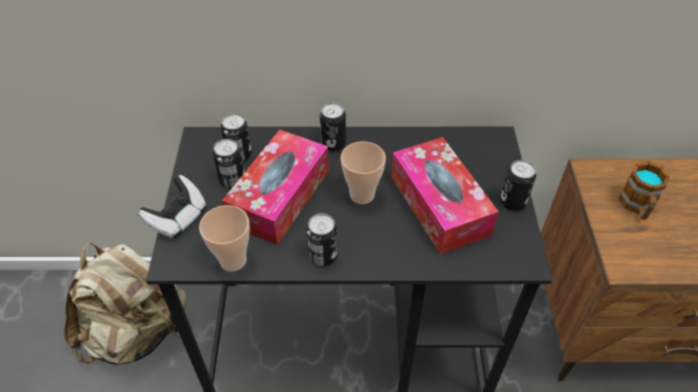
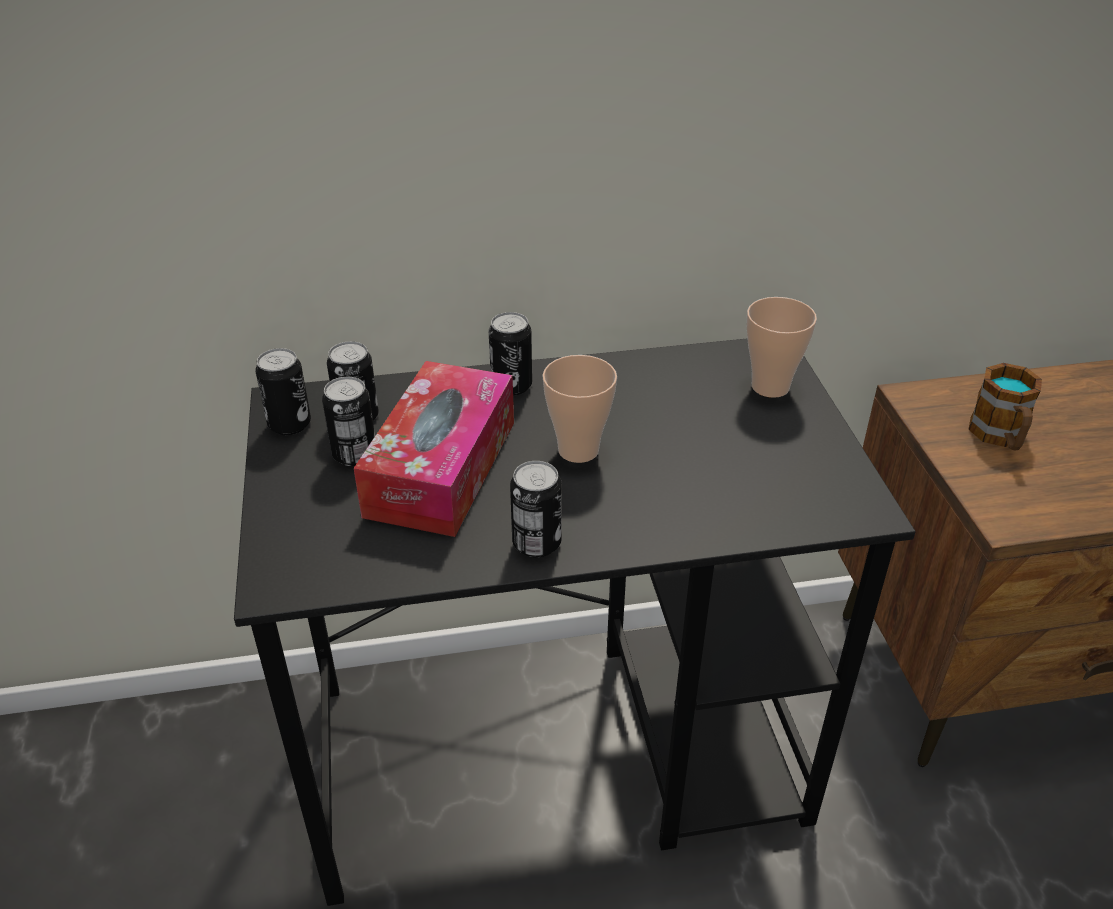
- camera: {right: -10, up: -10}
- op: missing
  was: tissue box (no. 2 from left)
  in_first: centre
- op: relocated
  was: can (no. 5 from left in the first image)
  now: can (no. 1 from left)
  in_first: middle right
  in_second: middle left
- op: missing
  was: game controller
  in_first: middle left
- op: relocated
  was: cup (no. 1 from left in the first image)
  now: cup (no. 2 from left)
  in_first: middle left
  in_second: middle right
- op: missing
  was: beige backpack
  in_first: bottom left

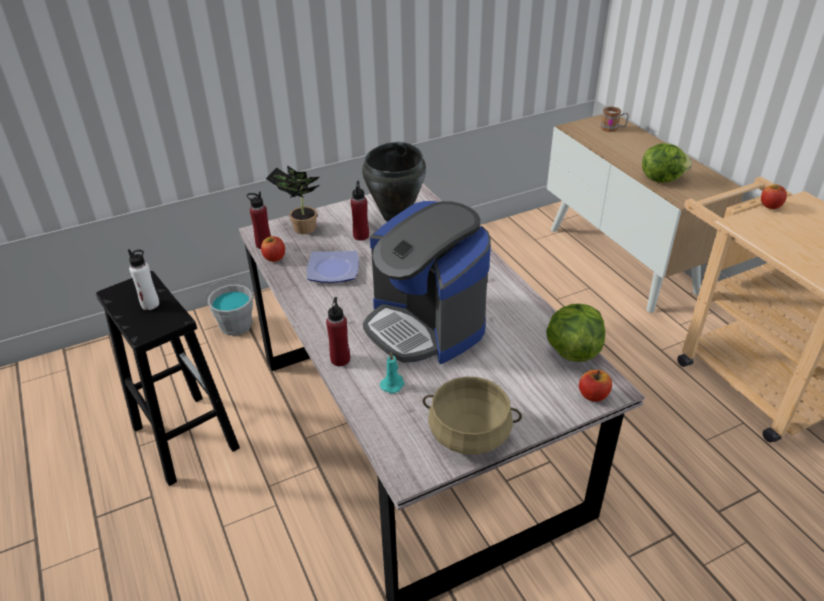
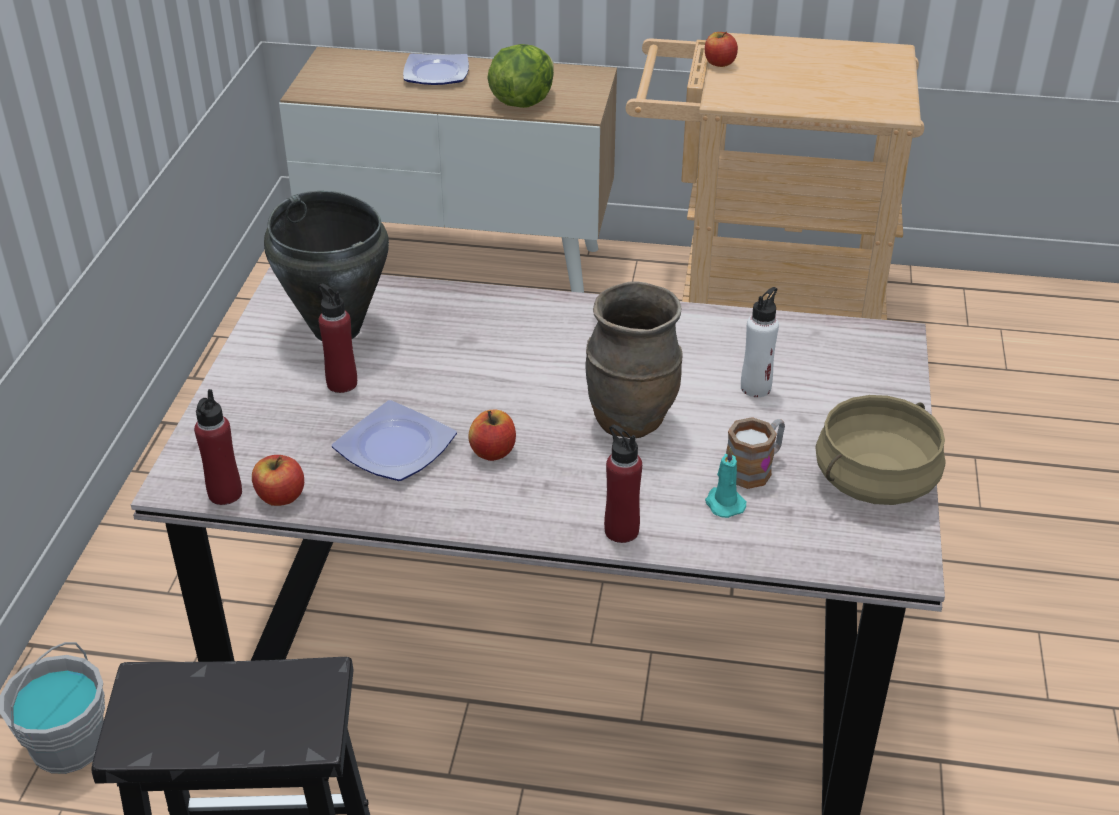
- camera: {right: -55, up: 0}
- op: relocated
  was: mug
  in_first: top right
  in_second: middle right
- op: missing
  was: potted plant
  in_first: top centre
- op: exchanged
  was: coffee machine
  now: brown vase
  in_first: centre
  in_second: centre
- op: relocated
  was: white bottle
  in_first: middle left
  in_second: middle right
- op: missing
  was: lettuce (no. 1 from left)
  in_first: middle right
- op: relocated
  was: apple (no. 2 from left)
  in_first: middle right
  in_second: centre
- op: appeared
  now: plate (no. 2 from left)
  in_second: top centre

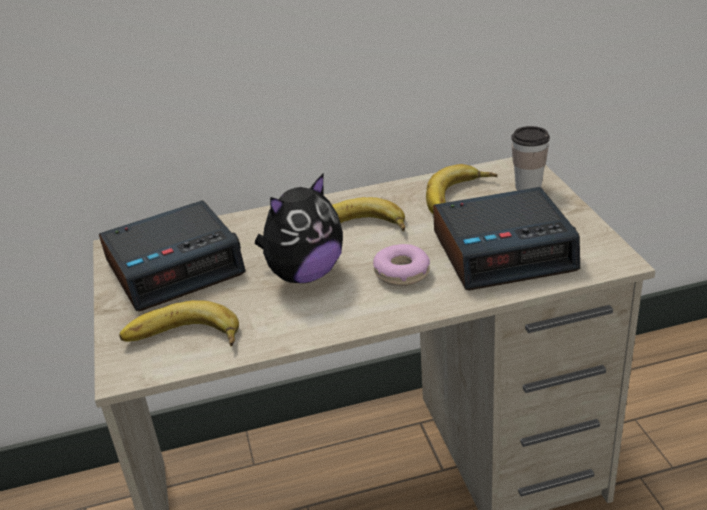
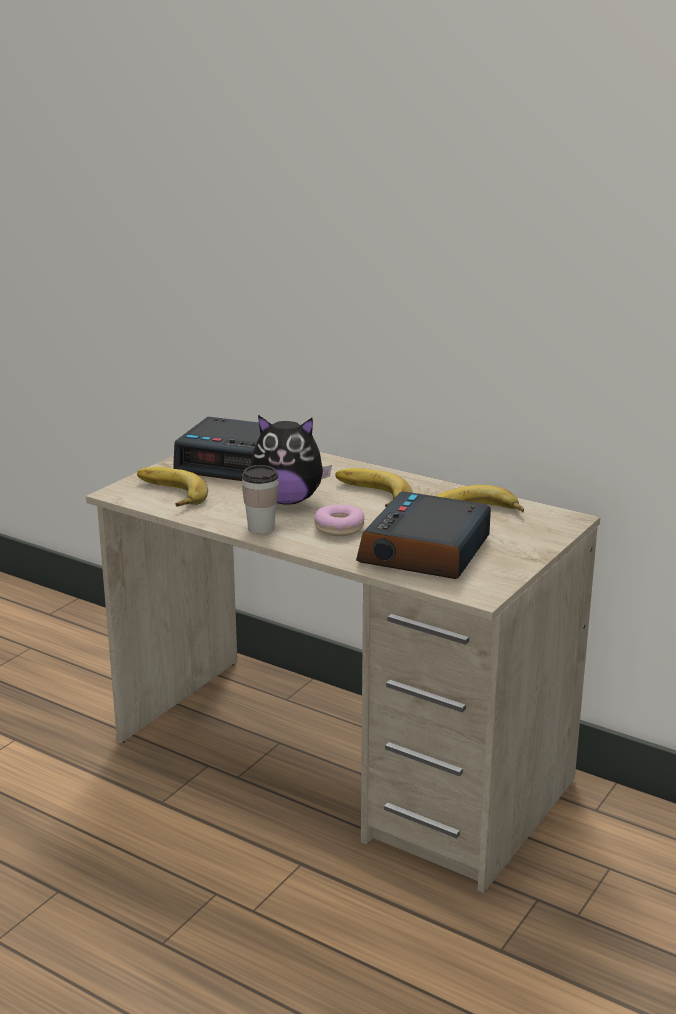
- camera: {right: 45, up: -10}
- op: relocated
  was: cup
  in_first: top right
  in_second: centre
- op: spun
  was: alarm clock (no. 2 from left)
  in_first: middle right
  in_second: centre
  clockwise: 75

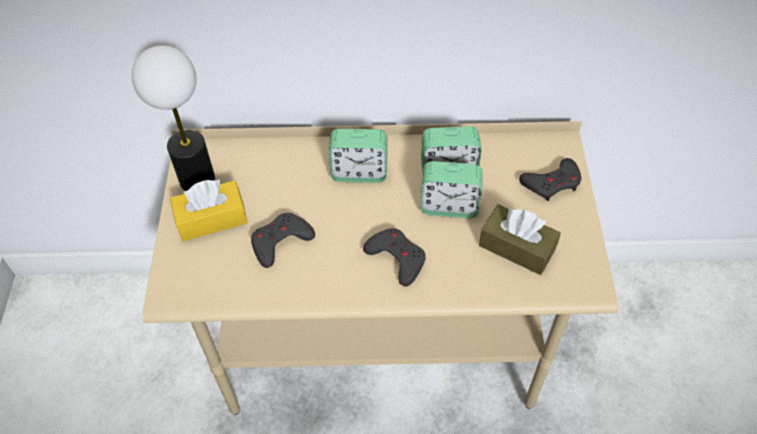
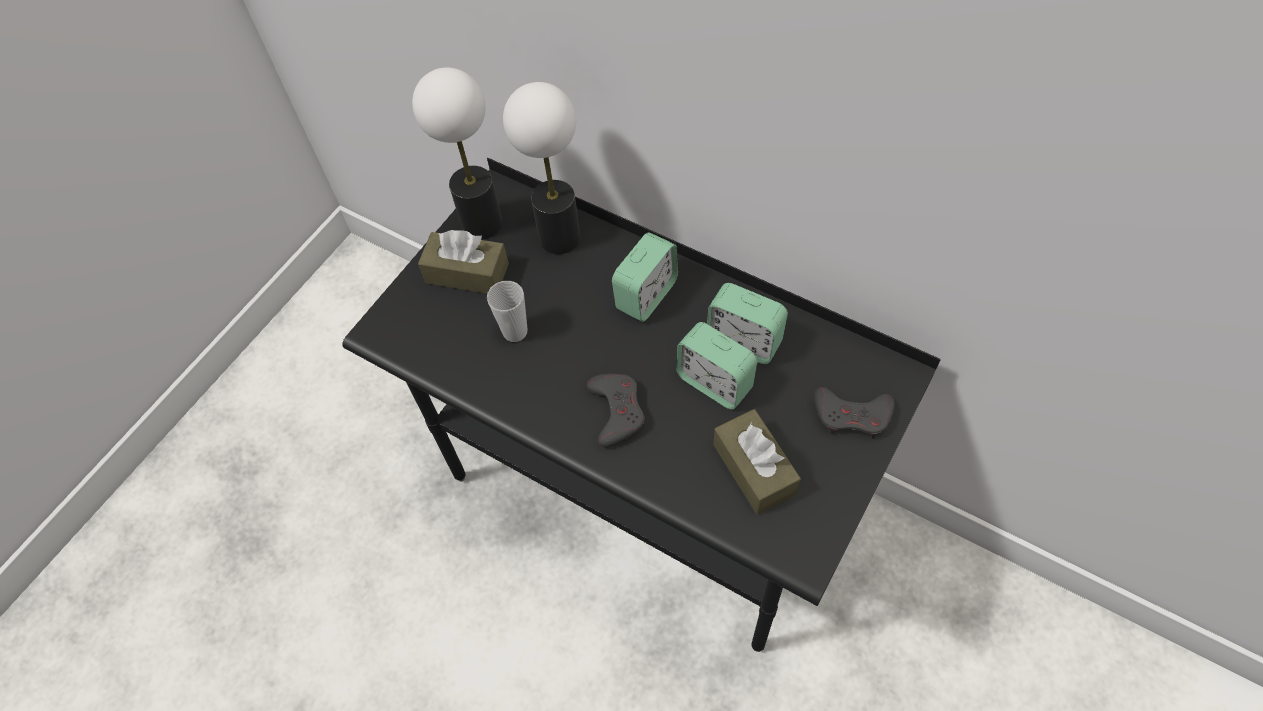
- camera: {right: 35, up: 5}
- op: colour
  was: beige desk
  now: black desk
  in_first: centre
  in_second: centre
- op: spun
  was: alarm clock (no. 1 from left)
  in_first: centre
  in_second: centre
  clockwise: -90
- op: colour
  was: yellow tissue box
  now: brown tissue box (no. 1 from left)
  in_first: middle left
  in_second: centre
- op: exchanged
  was: grey game controller (no. 1 from left)
  now: cup
  in_first: centre
  in_second: centre
- op: appeared
  now: table lamp (no. 2 from left)
  in_second: top centre

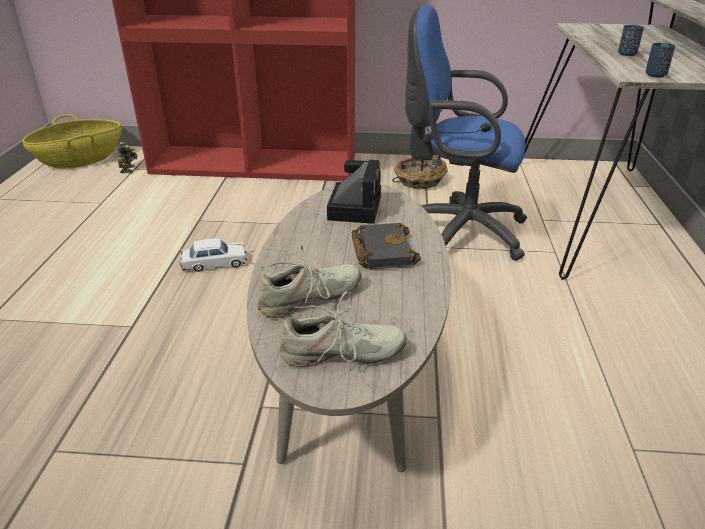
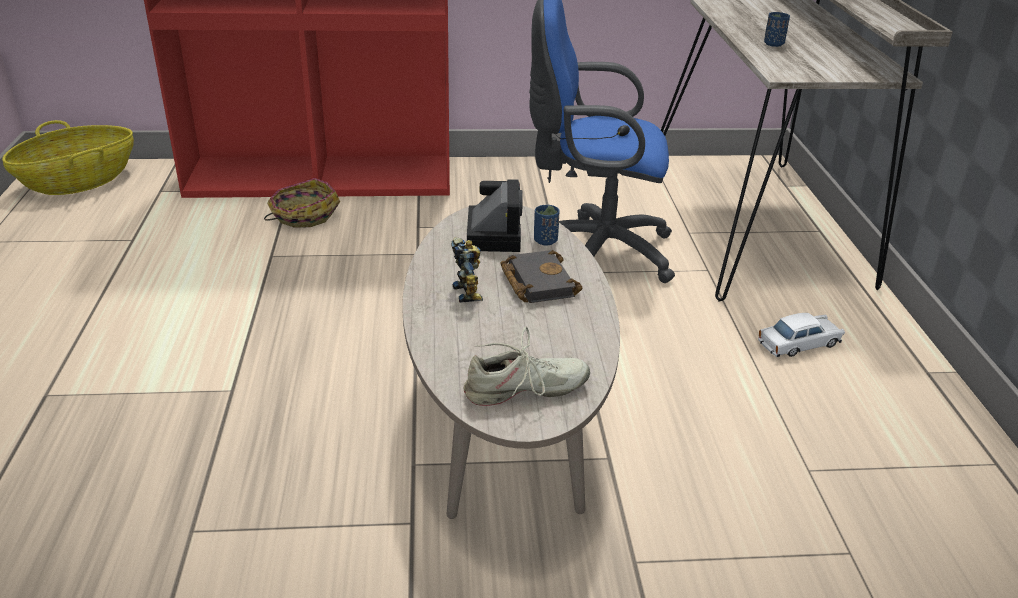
- camera: {right: -10, up: 0}
- op: relocated
  was: blue cup (no. 2 from left in the first image)
  now: blue cup (no. 1 from left)
  in_first: top right
  in_second: centre
- op: relocated
  was: toy robot
  in_first: top left
  in_second: centre
- op: relocated
  was: basket (no. 2 from left)
  in_first: top centre
  in_second: middle left
- op: relocated
  was: white toy car
  in_first: middle left
  in_second: middle right
- op: missing
  was: beige shoe (no. 1 from left)
  in_first: centre

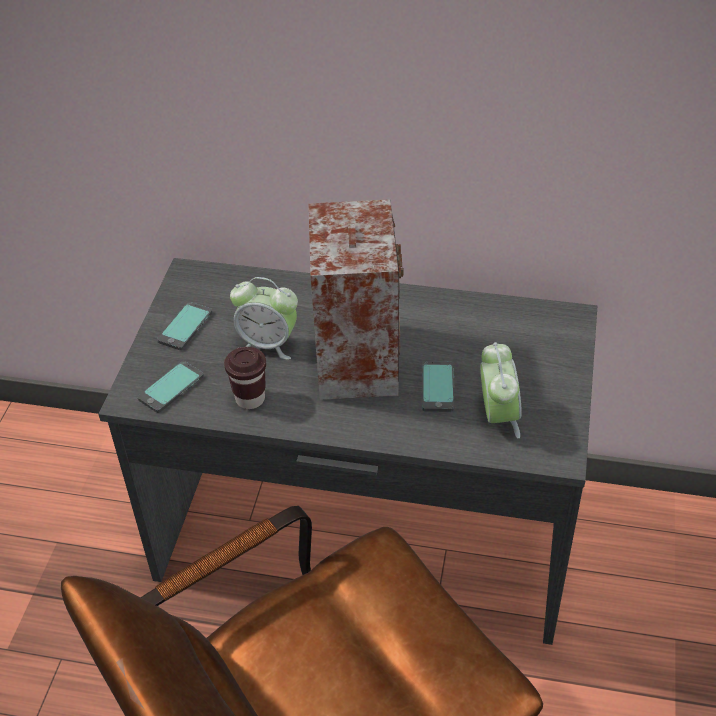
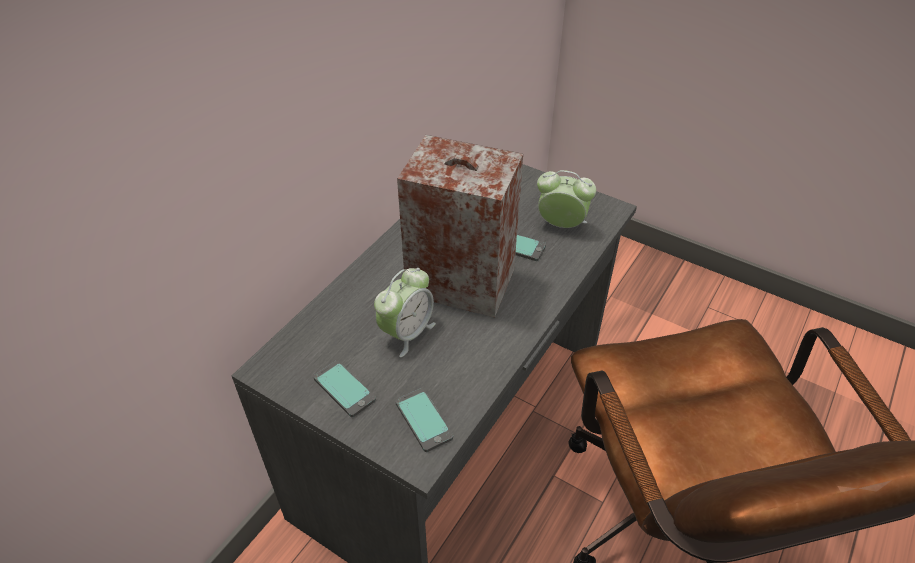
- camera: {right: -70, up: 0}
- op: missing
  was: brown cup
  in_first: centre

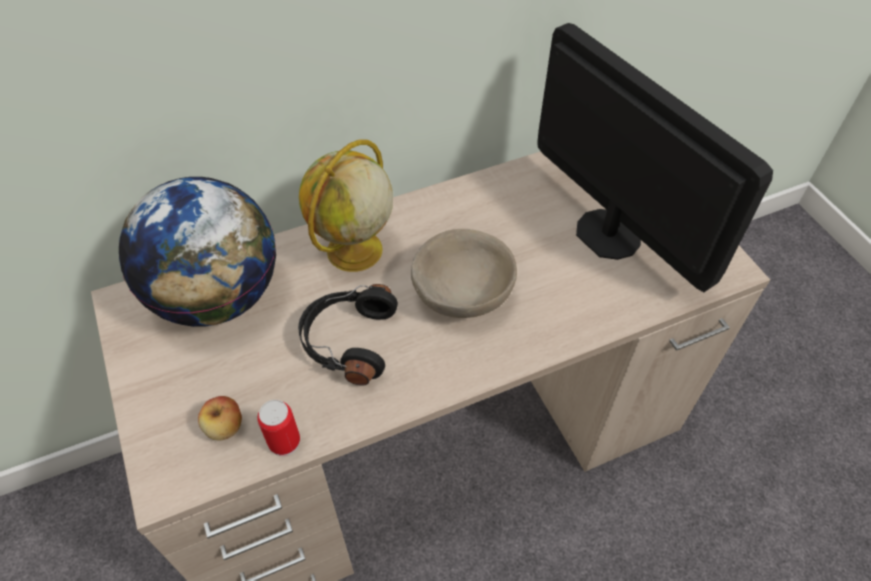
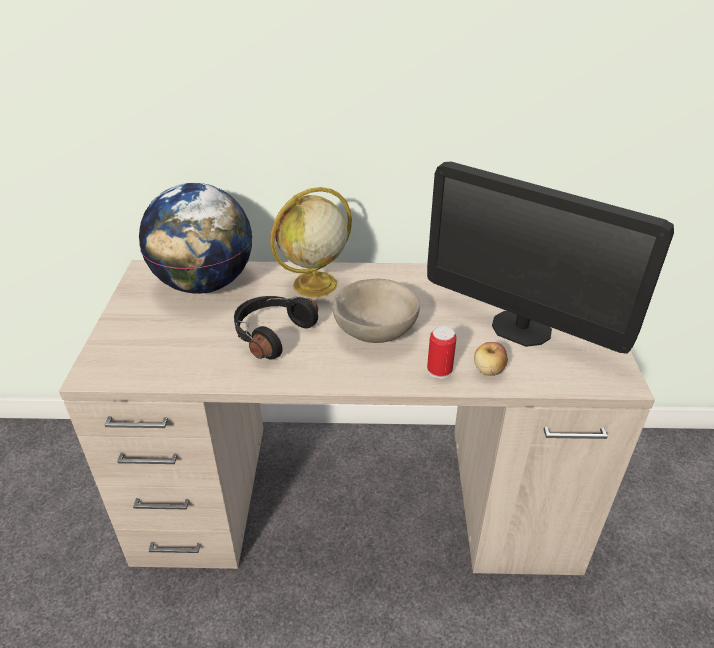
- camera: {right: 25, up: -15}
- op: spun
  was: monitor
  in_first: top right
  in_second: middle right
  clockwise: 135
- op: relocated
  was: apple
  in_first: bottom left
  in_second: middle right
- op: relocated
  was: can
  in_first: bottom left
  in_second: centre

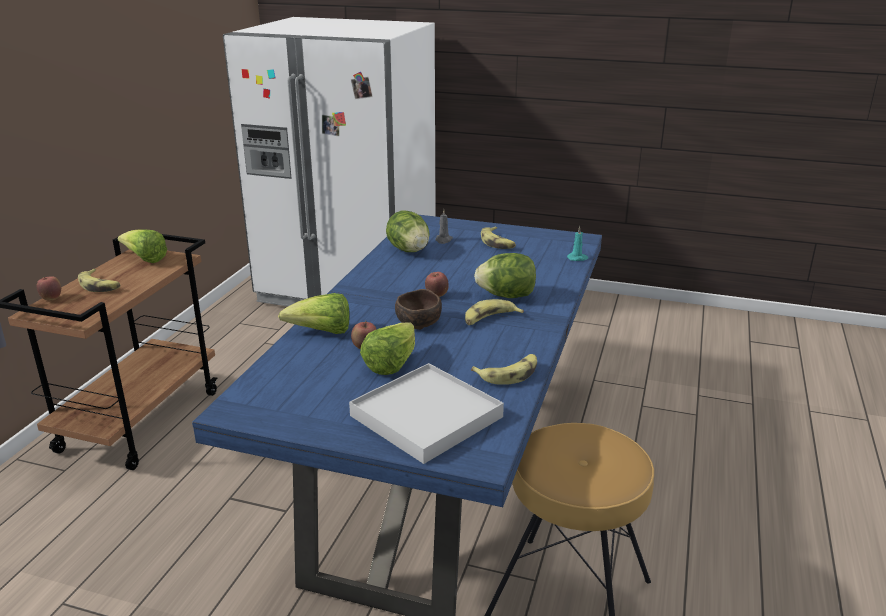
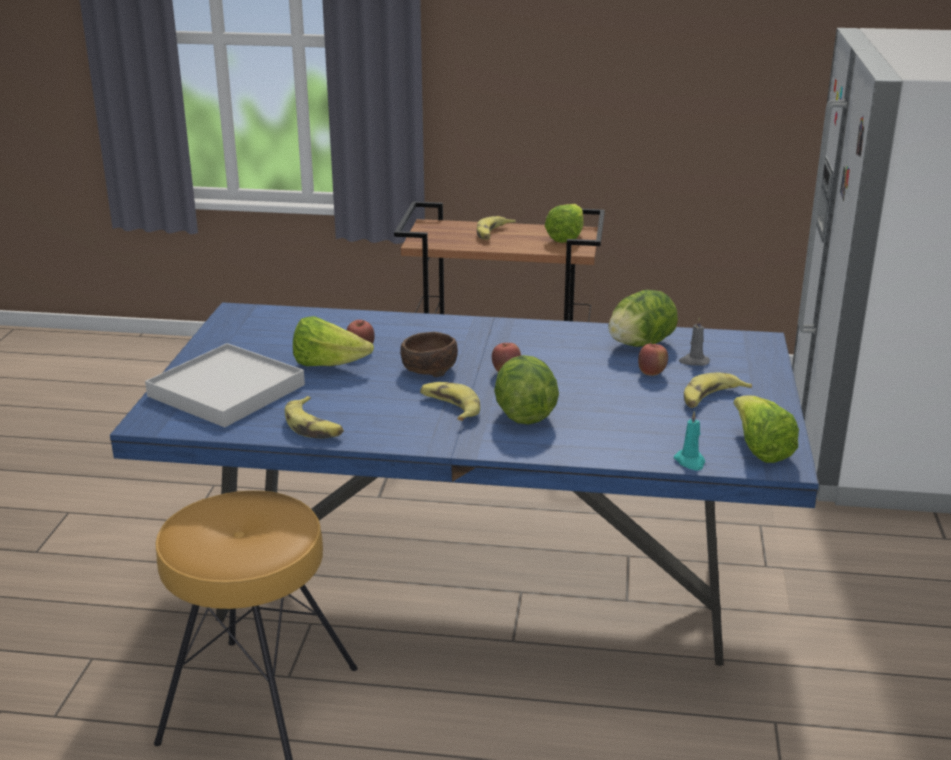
- camera: {right: 80, up: 0}
- op: relocated
  was: apple (no. 1 from left in the first image)
  now: apple (no. 3 from left)
  in_first: middle left
  in_second: middle right
- op: relocated
  was: lettuce (no. 2 from left in the first image)
  now: lettuce (no. 5 from left)
  in_first: centre
  in_second: middle right

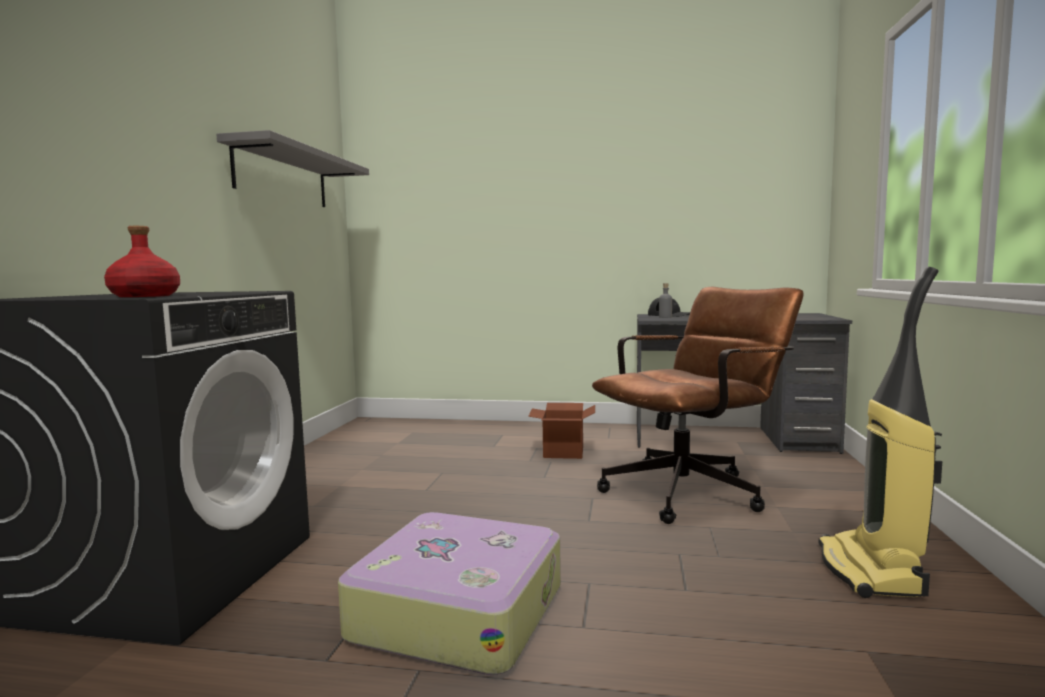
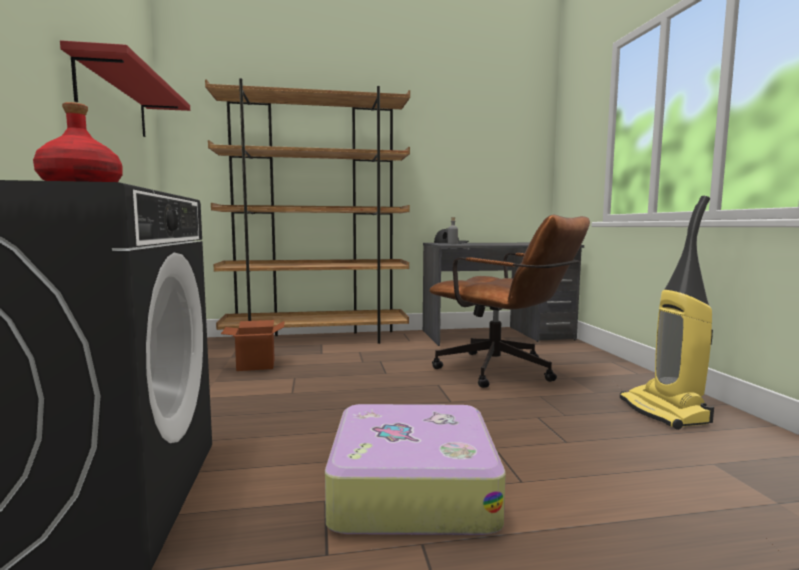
- camera: {right: -20, up: 0}
- op: colour
  was: grey shelf
  now: red shelf
  in_first: top left
  in_second: top left
- op: spun
  was: brown office chair
  in_first: middle right
  in_second: centre
  clockwise: 90
- op: relocated
  was: cardboard box
  in_first: centre
  in_second: middle left
- op: appeared
  now: brown bookcase
  in_second: centre

